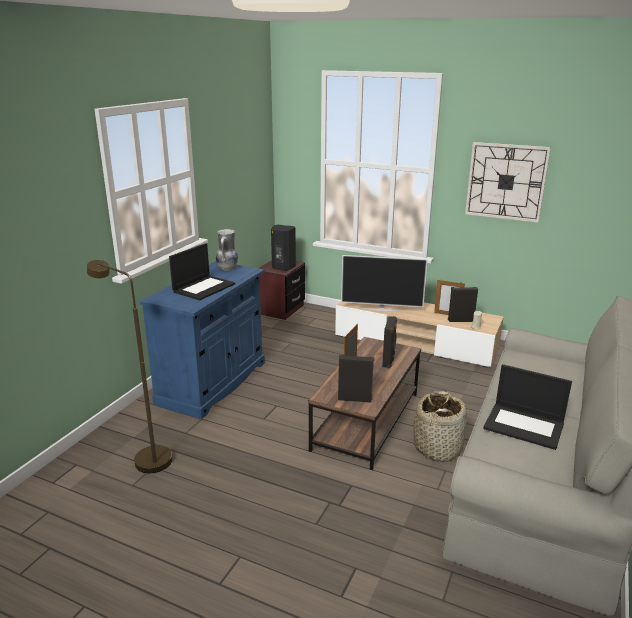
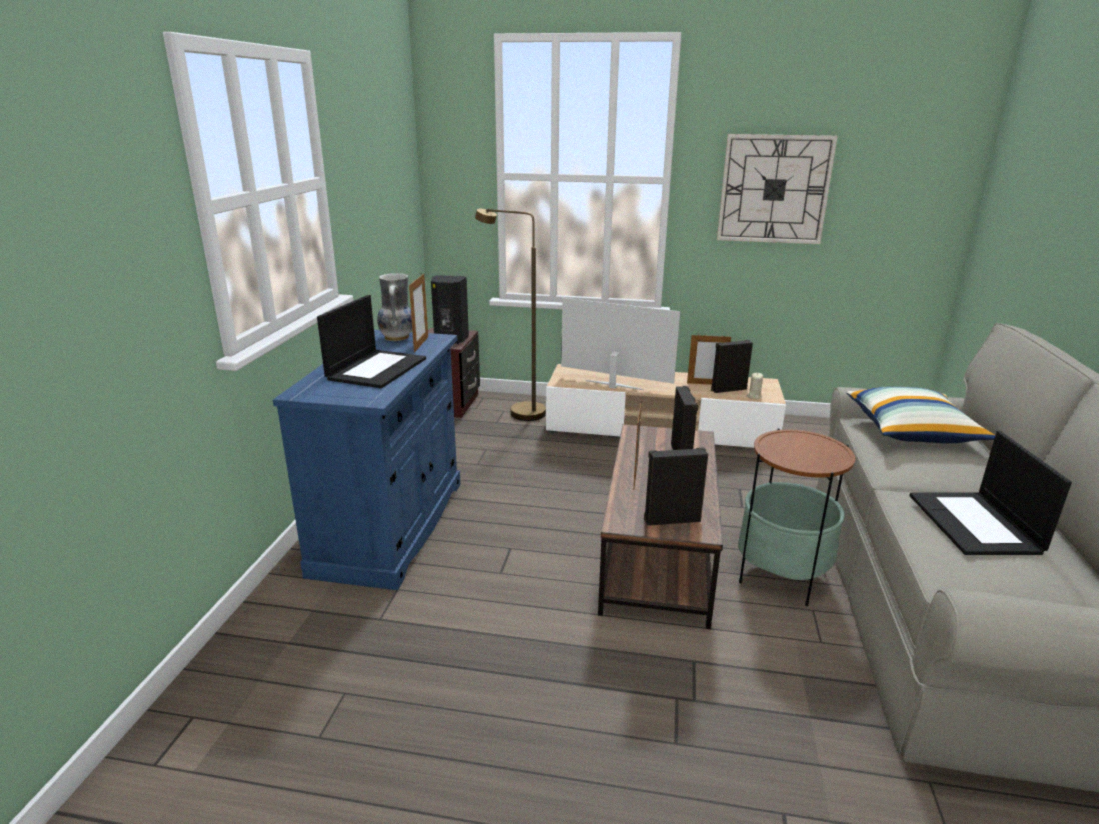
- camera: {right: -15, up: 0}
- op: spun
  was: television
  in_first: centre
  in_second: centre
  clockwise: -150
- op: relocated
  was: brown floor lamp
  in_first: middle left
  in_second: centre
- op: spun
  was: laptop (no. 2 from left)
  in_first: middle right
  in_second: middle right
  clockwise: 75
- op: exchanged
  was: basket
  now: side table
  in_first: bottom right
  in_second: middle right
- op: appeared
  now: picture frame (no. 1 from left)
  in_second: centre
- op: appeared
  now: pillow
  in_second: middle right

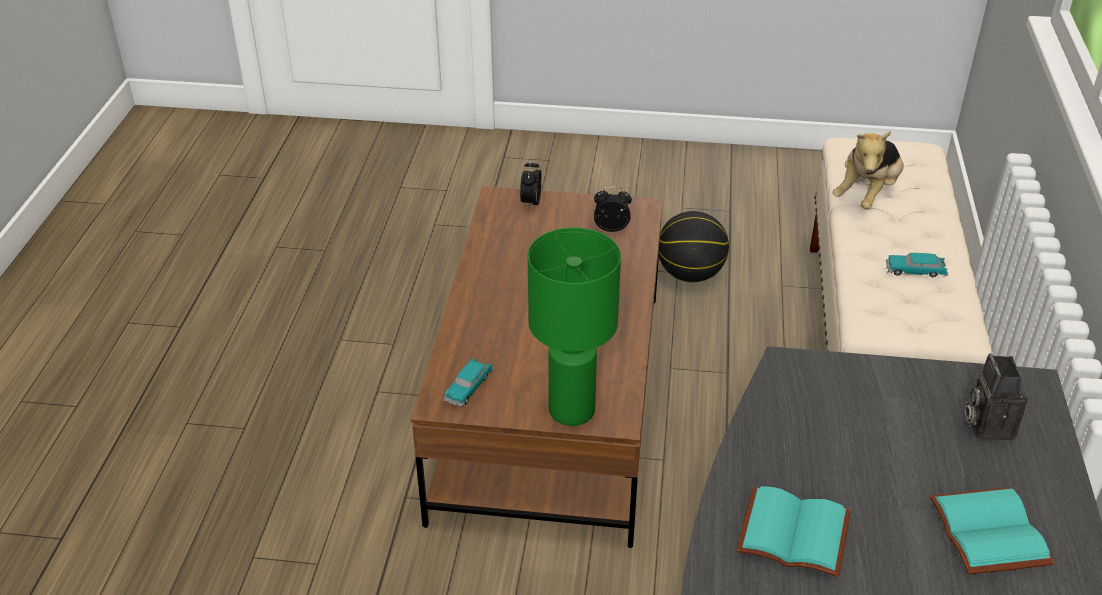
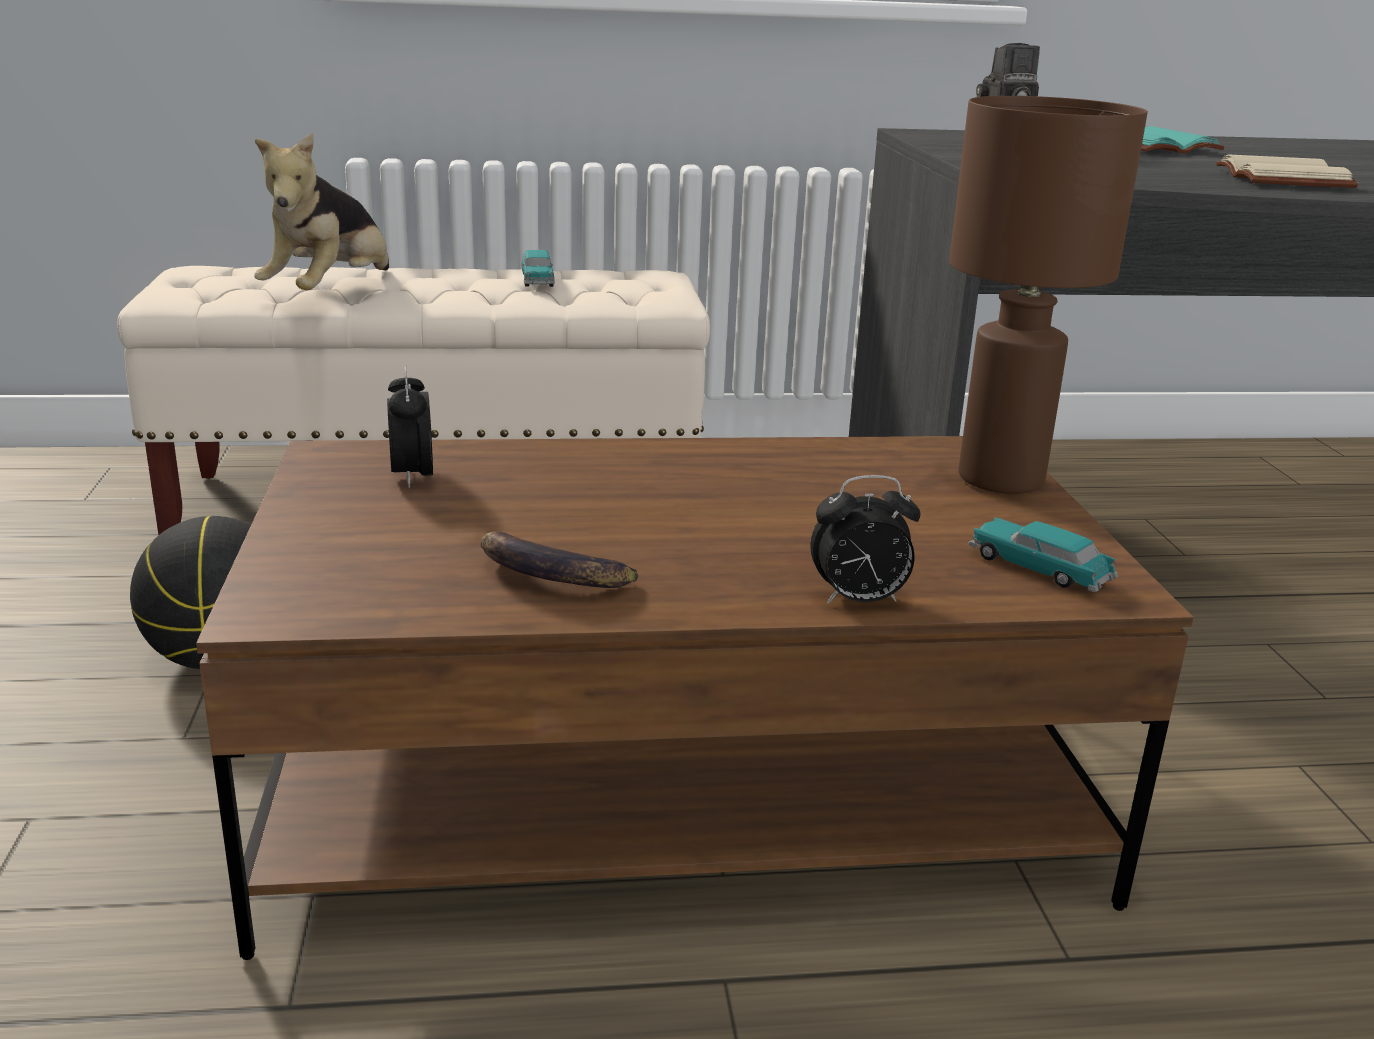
- camera: {right: -105, up: -15}
- op: spun
  was: plush toy
  in_first: top right
  in_second: top left
  clockwise: 90
- op: relocated
  was: alarm clock (no. 1 from left in the first image)
  now: alarm clock (no. 2 from left)
  in_first: top centre
  in_second: centre
- op: colour
  was: green table lamp
  now: brown table lamp
  in_first: centre
  in_second: top right
- op: spun
  was: toy car (no. 1 from left in the first image)
  in_first: centre
  in_second: middle right
  clockwise: -150
- op: colour
  was: turquoise book (no. 1 from left)
  now: beige book
  in_first: bottom right
  in_second: top right
- op: appeared
  now: banana
  in_second: centre

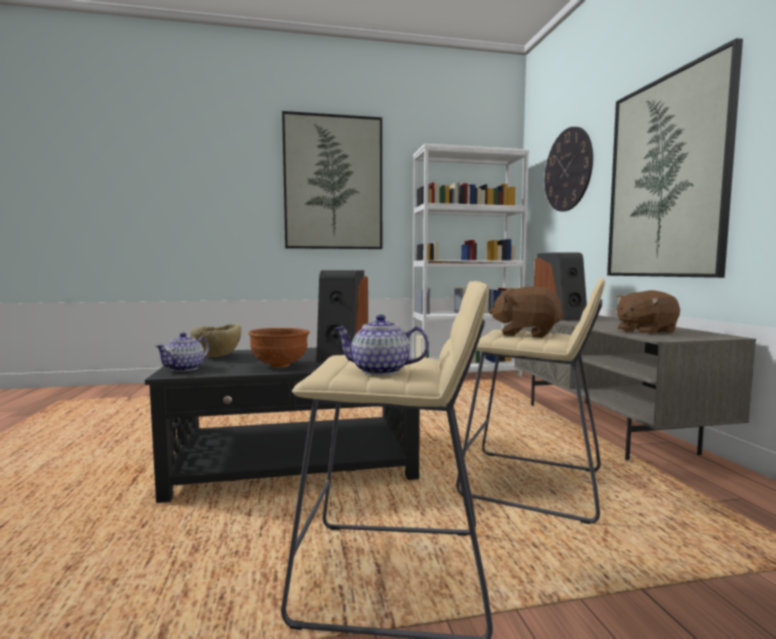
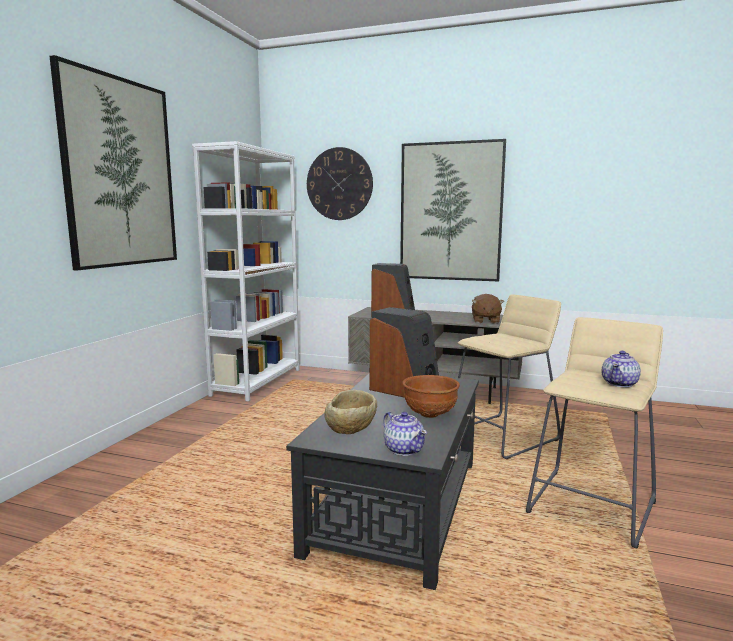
- camera: {right: -60, up: 5}
- op: missing
  was: brown plush toy (no. 1 from left)
  in_first: middle right

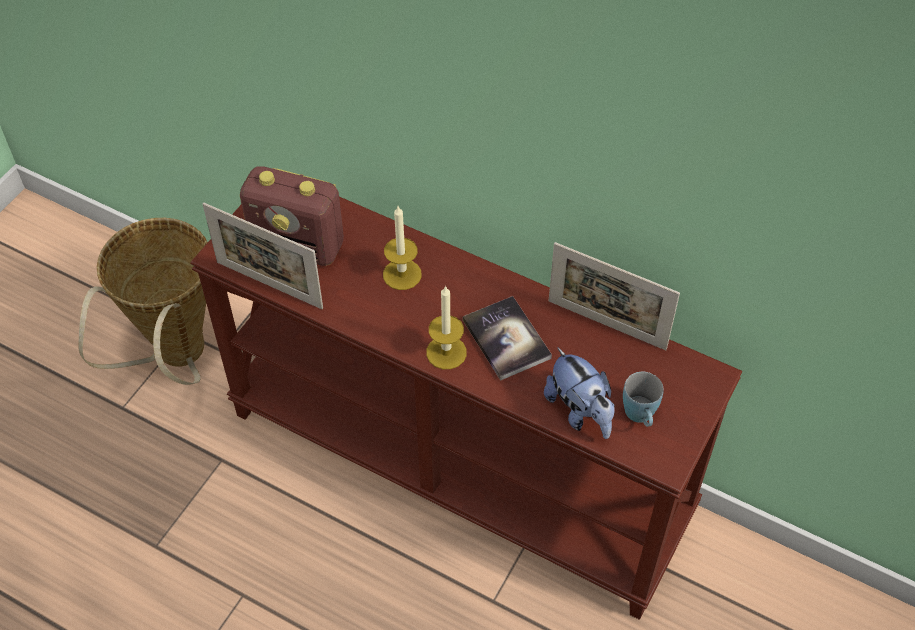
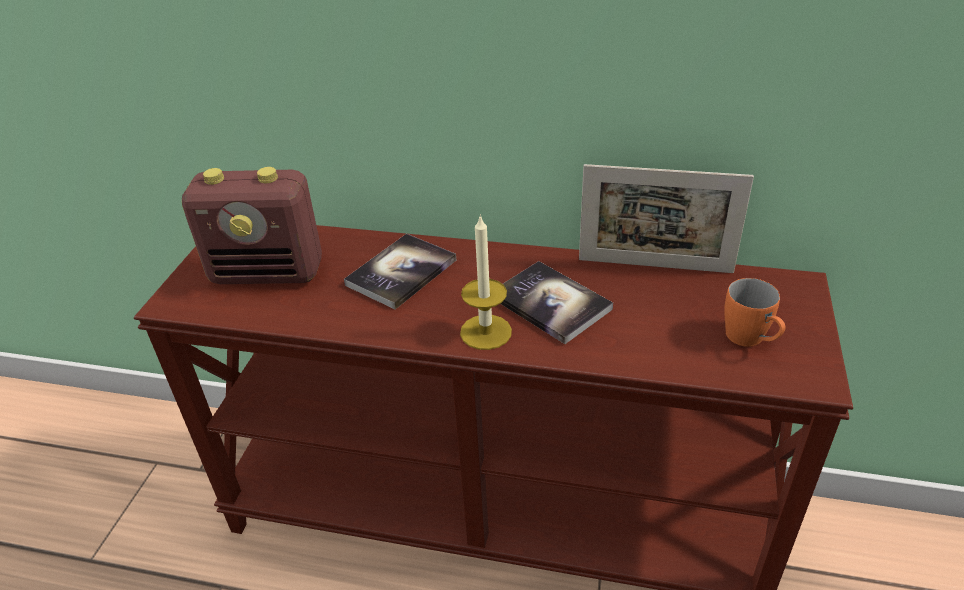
- camera: {right: -15, up: -15}
- op: missing
  was: picture frame (no. 1 from left)
  in_first: middle left
- op: exchanged
  was: candle (no. 1 from left)
  now: book (no. 1 from left)
  in_first: centre
  in_second: centre
- op: missing
  was: basket
  in_first: middle left
- op: missing
  was: plush toy
  in_first: centre
- op: colour
  was: blue mug
  now: orange mug
  in_first: middle right
  in_second: middle right

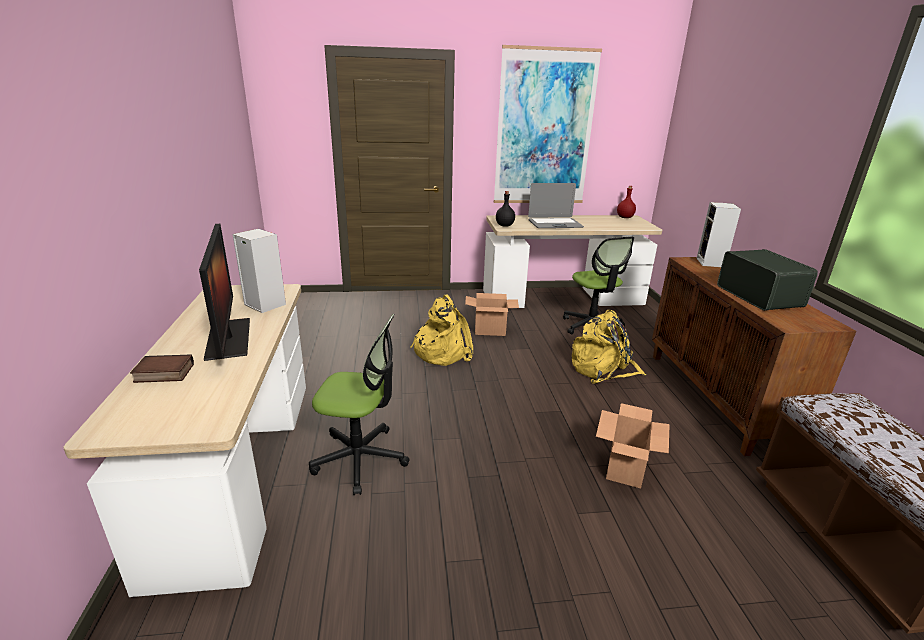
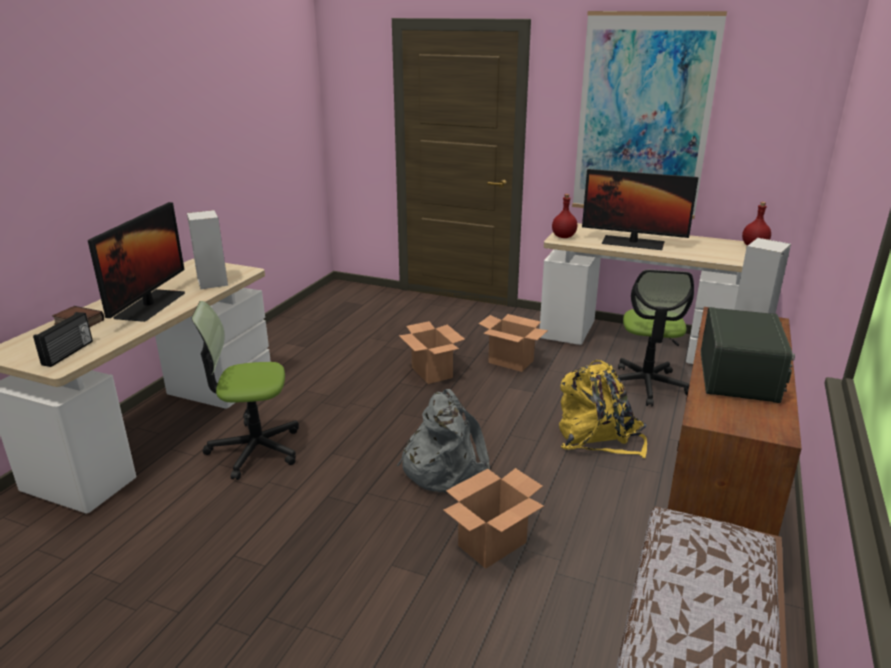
- camera: {right: 30, up: 0}
- op: exchanged
  was: laptop
  now: monitor (no. 2 from left)
  in_first: top centre
  in_second: top right
- op: colour
  was: black bottle
  now: red bottle (no. 1 from left)
  in_first: top centre
  in_second: top centre
- op: exchanged
  was: yellow backpack (no. 1 from left)
  now: cardboard box (no. 1 from left)
  in_first: centre
  in_second: centre
- op: spun
  was: office chair (no. 1 from left)
  in_first: centre
  in_second: middle left
  clockwise: 135
- op: appeared
  now: radio (no. 1 from left)
  in_second: middle left
- op: appeared
  now: grey backpack
  in_second: centre

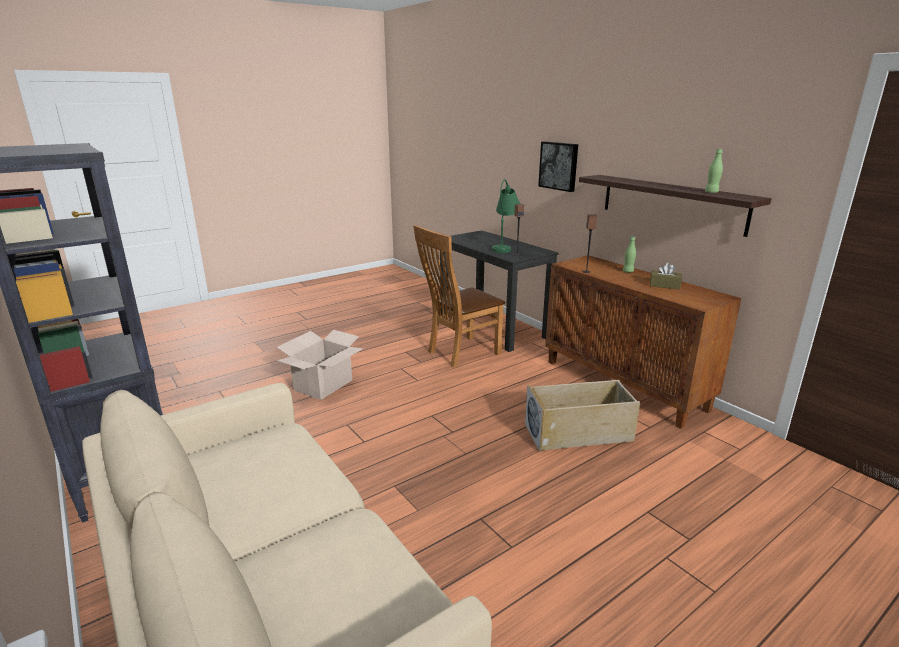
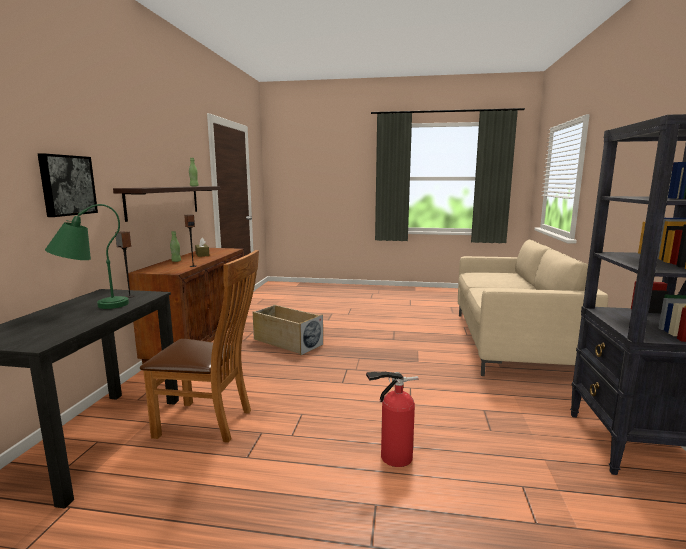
- camera: {right: -135, up: -10}
- op: exchanged
  was: cardboard box
  now: fire extinguisher
  in_first: centre
  in_second: bottom centre

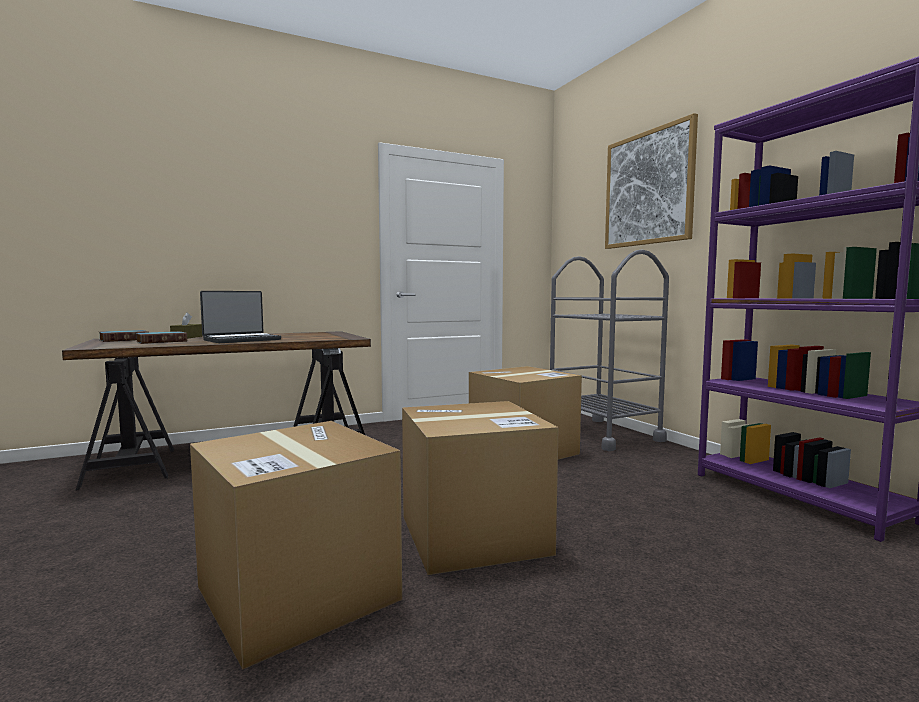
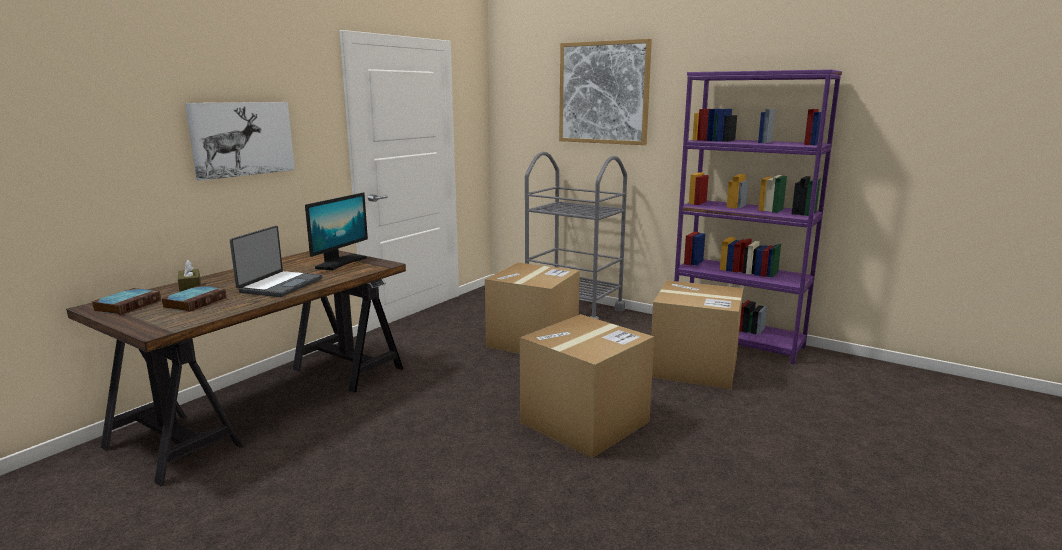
- camera: {right: -30, up: 10}
- op: relocated
  was: cardboard box (no. 1 from left in the first image)
  now: cardboard box (no. 3 from left)
  in_first: bottom left
  in_second: centre
- op: appeared
  now: picture (no. 1 from left)
  in_second: top left
- op: appeared
  now: monitor
  in_second: middle left

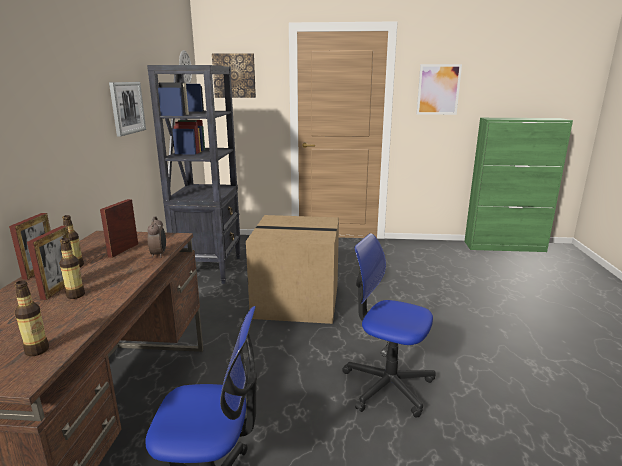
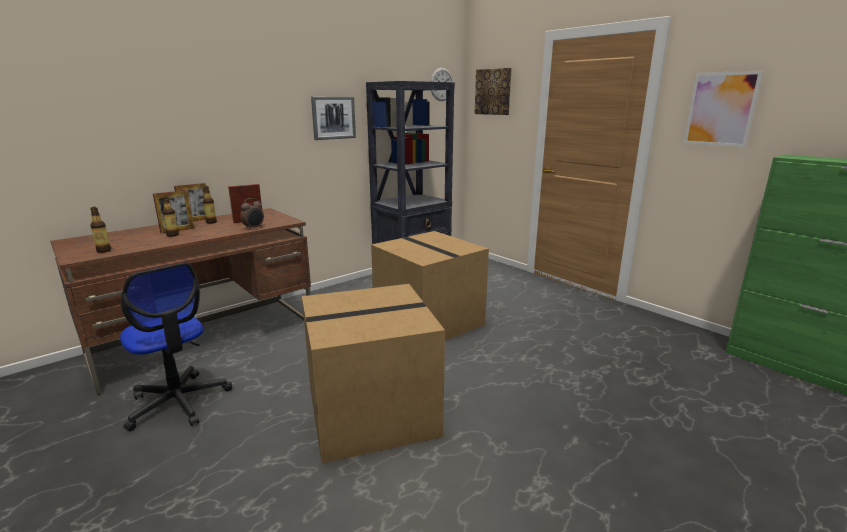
- camera: {right: 45, up: 0}
- op: exchanged
  was: office chair (no. 2 from left)
  now: cardboard box (no. 1 from left)
  in_first: bottom centre
  in_second: bottom centre

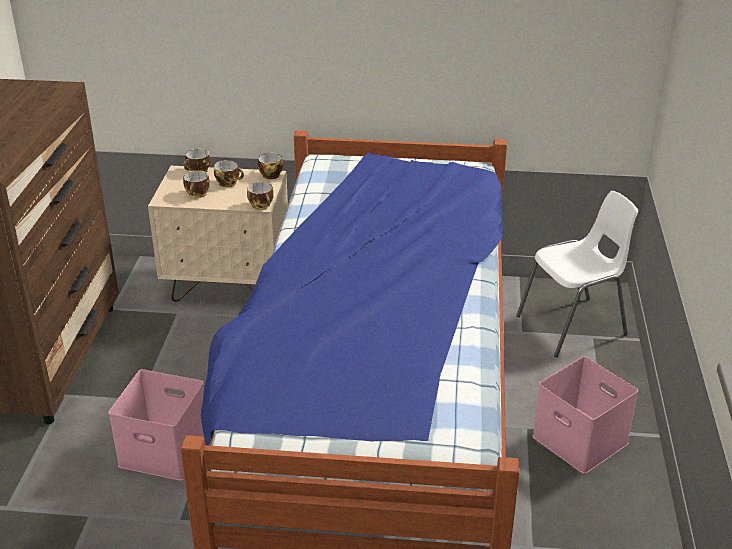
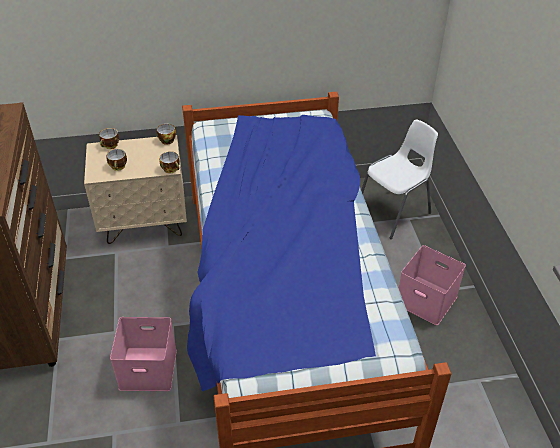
- camera: {right: -15, up: 10}
- op: missing
  was: cup (no. 3 from left)
  in_first: top left

